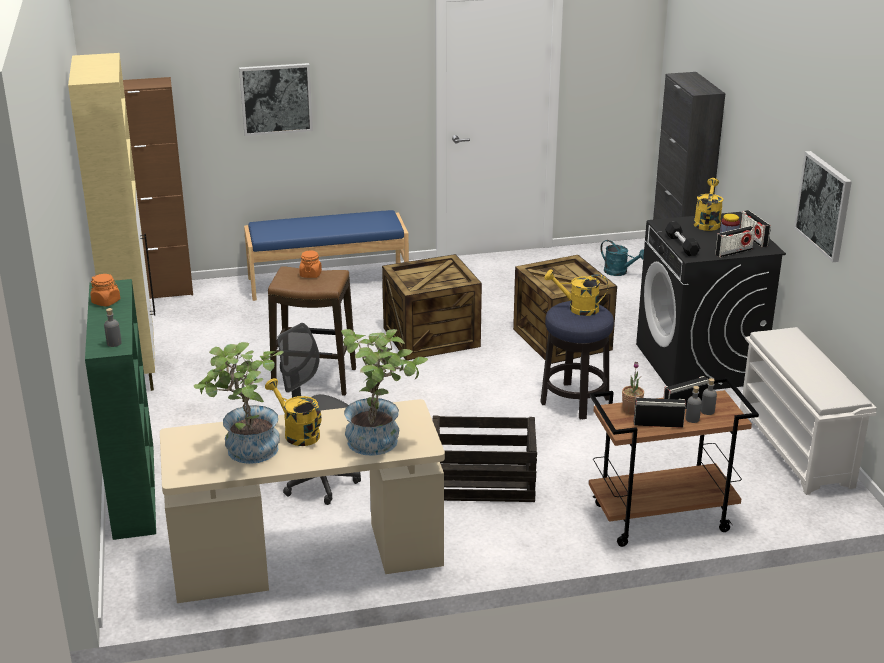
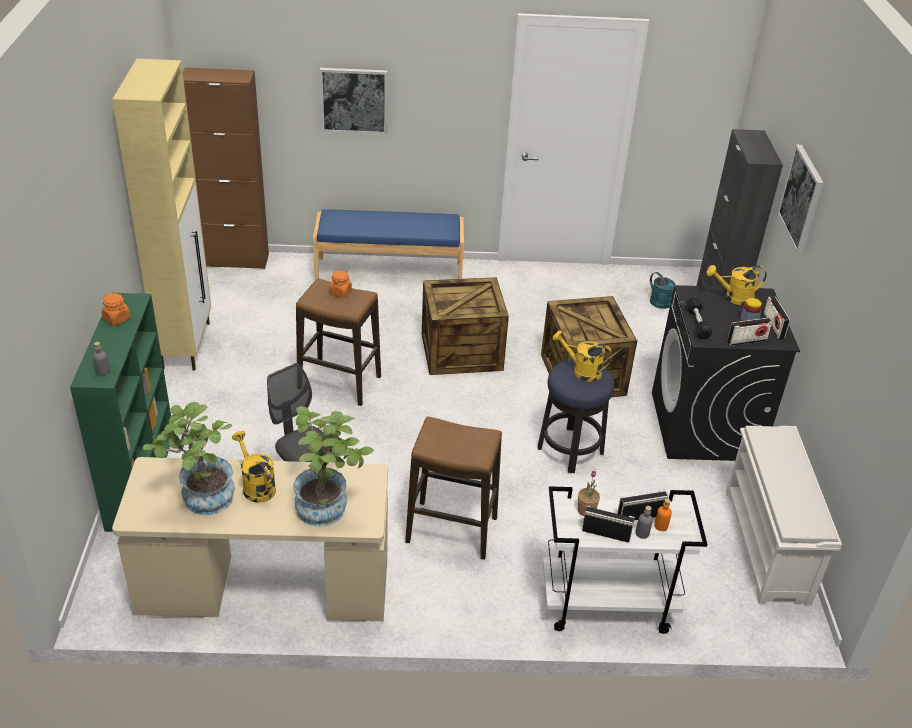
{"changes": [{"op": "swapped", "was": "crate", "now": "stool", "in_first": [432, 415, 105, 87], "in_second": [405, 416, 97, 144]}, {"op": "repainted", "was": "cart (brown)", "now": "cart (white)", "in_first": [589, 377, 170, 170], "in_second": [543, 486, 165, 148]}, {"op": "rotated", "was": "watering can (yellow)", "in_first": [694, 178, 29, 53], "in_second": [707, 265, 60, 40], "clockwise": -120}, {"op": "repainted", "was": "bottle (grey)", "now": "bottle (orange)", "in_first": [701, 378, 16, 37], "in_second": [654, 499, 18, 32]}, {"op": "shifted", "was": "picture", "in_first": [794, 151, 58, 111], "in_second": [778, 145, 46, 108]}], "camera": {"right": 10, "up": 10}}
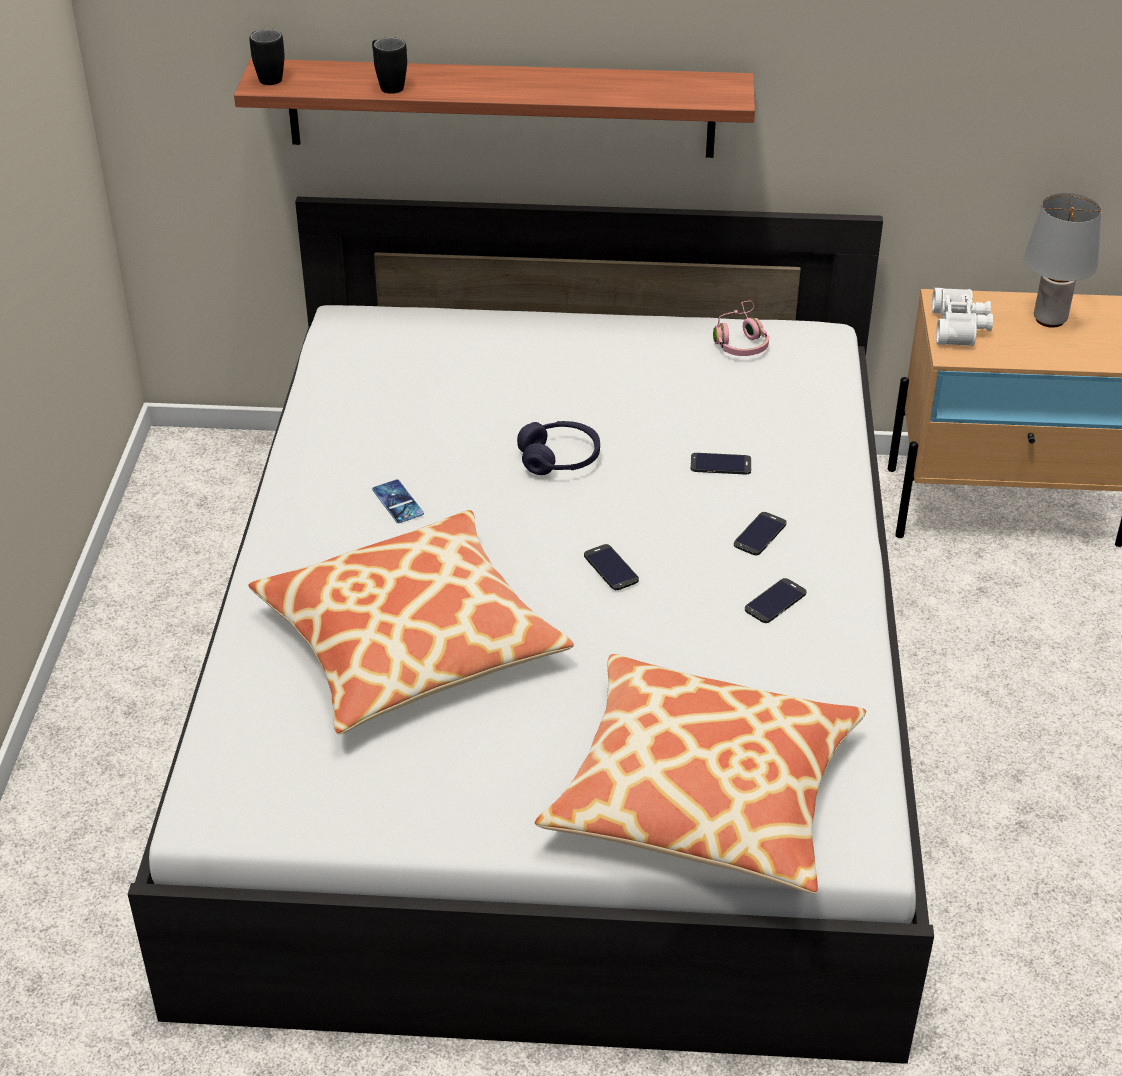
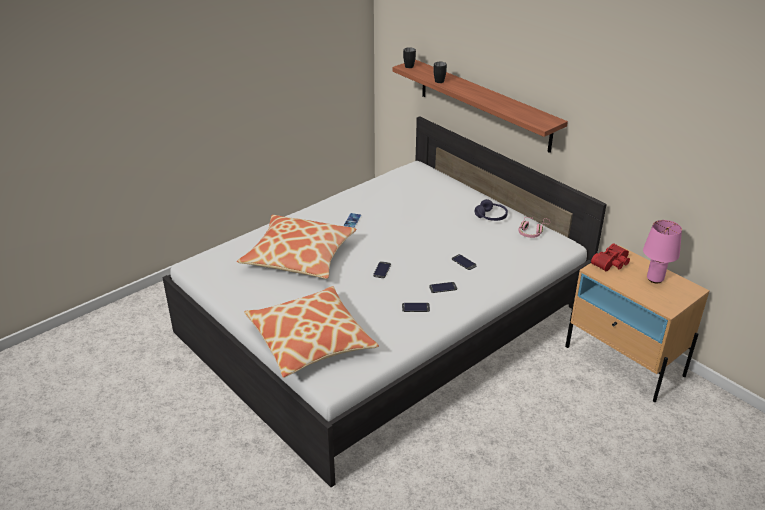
{"changes": [{"op": "shifted", "was": "headphones (purple)", "in_first": [517, 421, 83, 54], "in_second": [475, 199, 33, 22]}, {"op": "repainted", "was": "binoculars (white)", "now": "binoculars (red)", "in_first": [932, 288, 61, 58], "in_second": [591, 244, 39, 27]}, {"op": "repainted", "was": "table lamp (grey)", "now": "table lamp (pink)", "in_first": [1024, 193, 78, 135], "in_second": [643, 220, 39, 63]}], "camera": {"right": 45, "up": -5}}
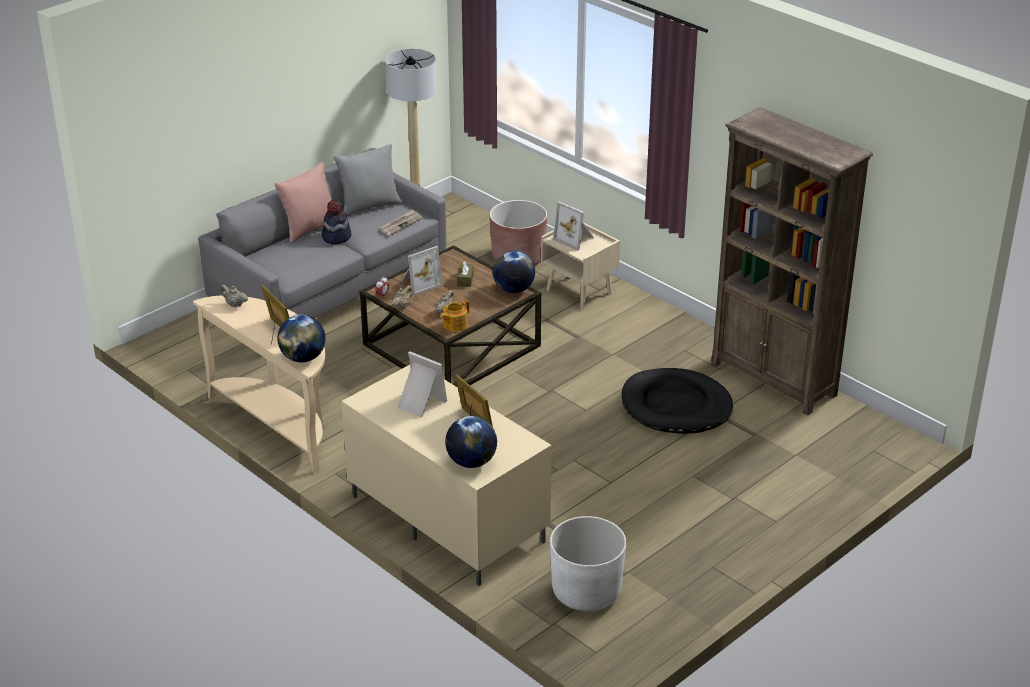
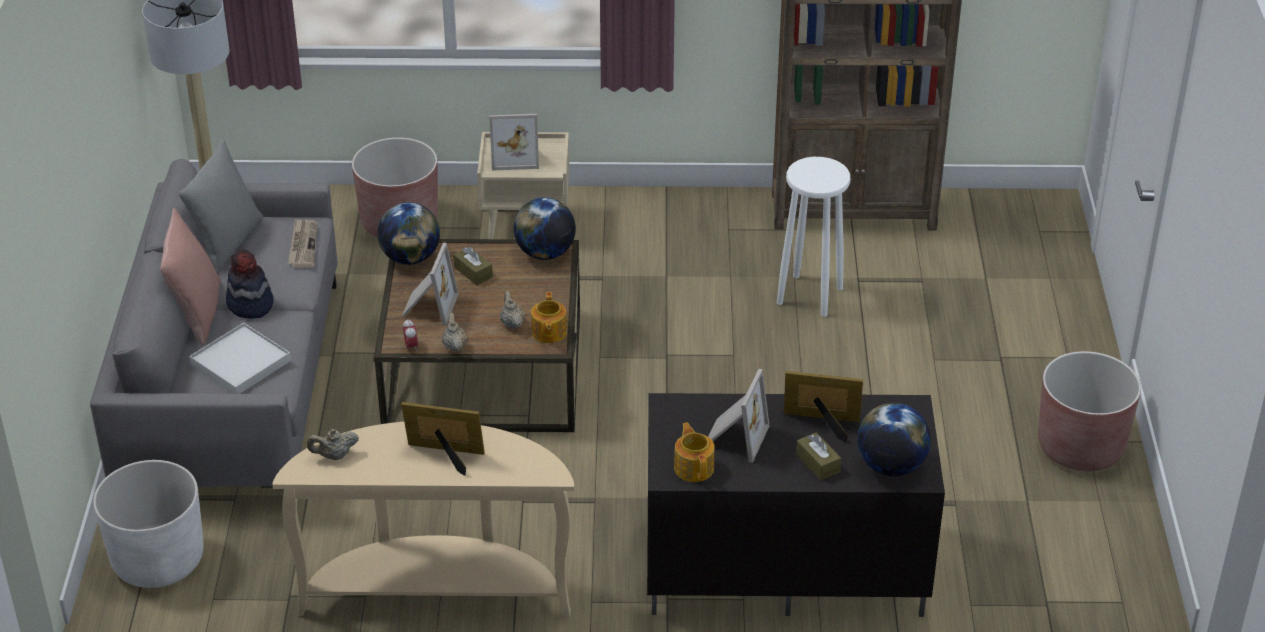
{"changes": [{"op": "shifted", "was": "globe", "in_first": [277, 314, 49, 48], "in_second": [377, 202, 63, 63]}, {"op": "repainted", "was": "tv stand (beige)", "now": "tv stand (black)", "in_first": [341, 365, 211, 221], "in_second": [647, 393, 298, 224]}, {"op": "rotated", "was": "picture frame", "in_first": [397, 351, 50, 66], "in_second": [708, 369, 62, 94], "clockwise": 120}, {"op": "shifted", "was": "planter (white)", "in_first": [550, 516, 76, 95], "in_second": [93, 460, 111, 128]}, {"op": "swapped", "was": "dog bed (black)", "now": "stool (white)", "in_first": [622, 368, 111, 66], "in_second": [777, 157, 73, 160]}, {"op": "new", "now": "tray (white)", "in_second": [189, 323, 102, 71]}, {"op": "new", "now": "teapot", "in_second": [674, 422, 41, 60]}, {"op": "new", "now": "tissue box (brown)", "in_second": [796, 432, 45, 48]}, {"op": "new", "now": "planter (brown)", "in_second": [1038, 351, 103, 120]}], "camera": {"right": -45, "up": 5}}
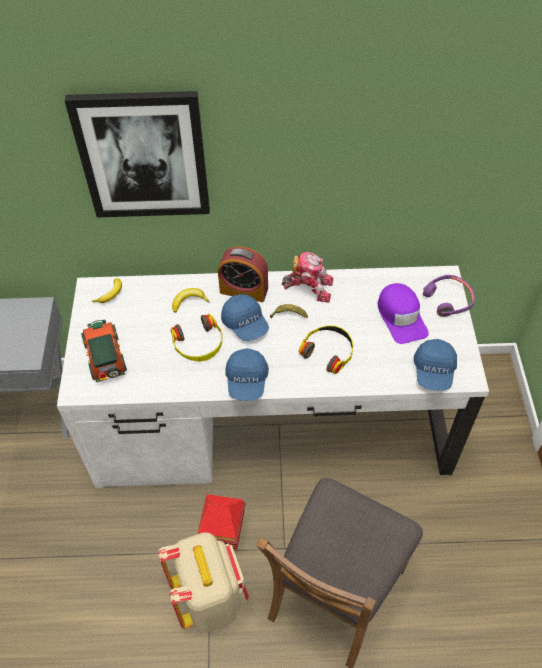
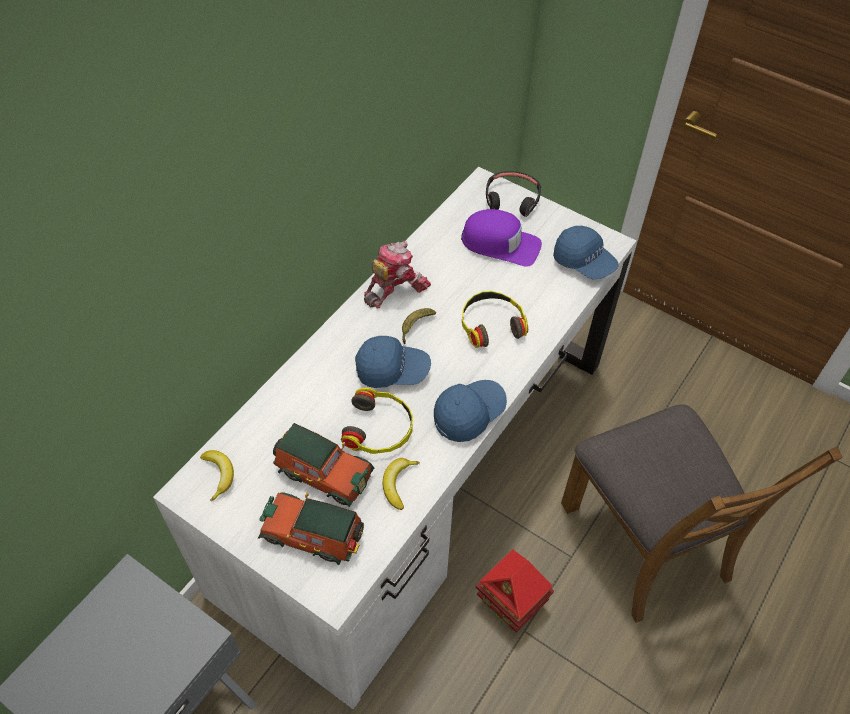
{"changes": [{"op": "gone", "was": "picture", "in_first": [65, 91, 145, 127]}, {"op": "gone", "was": "backpack (beige)", "in_first": [158, 532, 91, 101]}, {"op": "shifted", "was": "banana", "in_first": [172, 288, 38, 25], "in_second": [383, 458, 37, 52]}, {"op": "gone", "was": "alarm clock", "in_first": [218, 246, 50, 56]}, {"op": "rotated", "was": "cap (blue)", "in_first": [225, 348, 44, 53], "in_second": [434, 380, 73, 62], "clockwise": -75}, {"op": "repainted", "was": "headphones (purple)", "now": "headphones (black)", "in_first": [423, 275, 52, 42], "in_second": [486, 171, 55, 46]}, {"op": "new", "now": "toy car", "in_second": [273, 423, 101, 84]}], "camera": {"right": -55, "up": 0}}
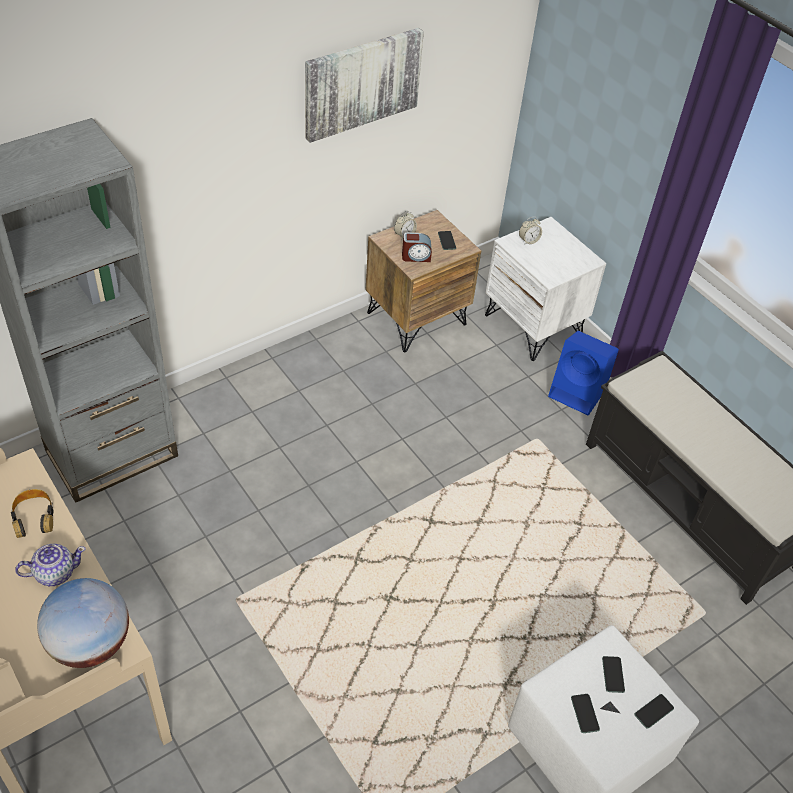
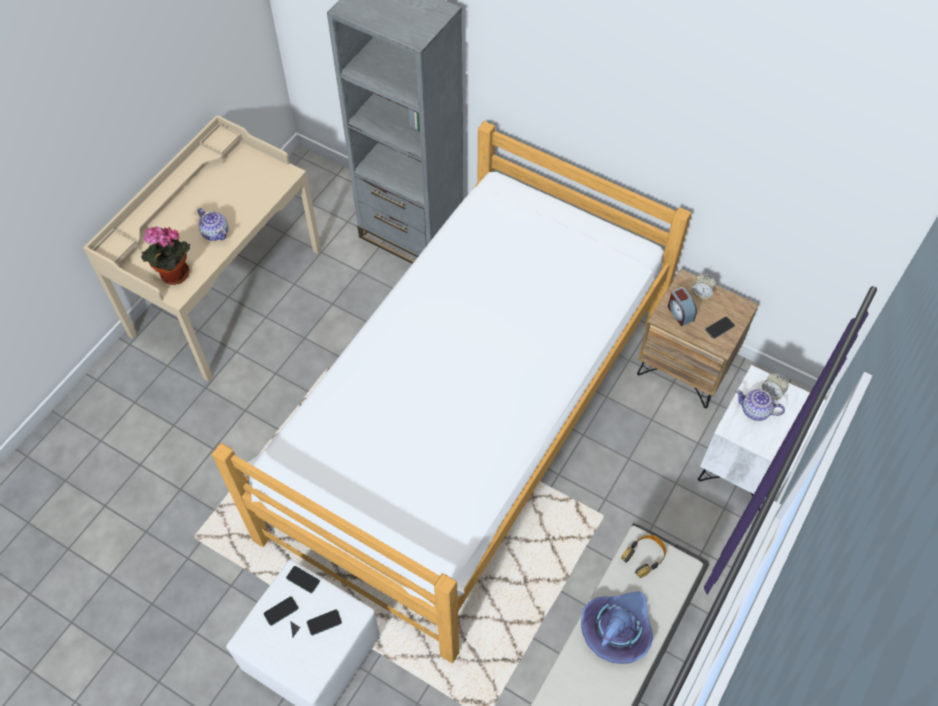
{"changes": [{"op": "shifted", "was": "headphones", "in_first": [11, 489, 43, 49], "in_second": [621, 535, 45, 43]}, {"op": "swapped", "was": "globe", "now": "potted plant", "in_first": [37, 578, 92, 90], "in_second": [141, 226, 49, 59]}, {"op": "gone", "was": "picture", "in_first": [305, 28, 119, 115]}, {"op": "gone", "was": "speaker (blue)", "in_first": [548, 331, 71, 85]}, {"op": "shifted", "was": "phone", "in_first": [635, 694, 39, 35], "in_second": [286, 566, 34, 27]}, {"op": "new", "now": "bed", "in_second": [212, 121, 480, 542]}, {"op": "new", "now": "hat (purple)", "in_second": [581, 591, 72, 73]}, {"op": "new", "now": "teapot", "in_second": [735, 389, 50, 32]}], "camera": {"right": 70, "up": 10}}
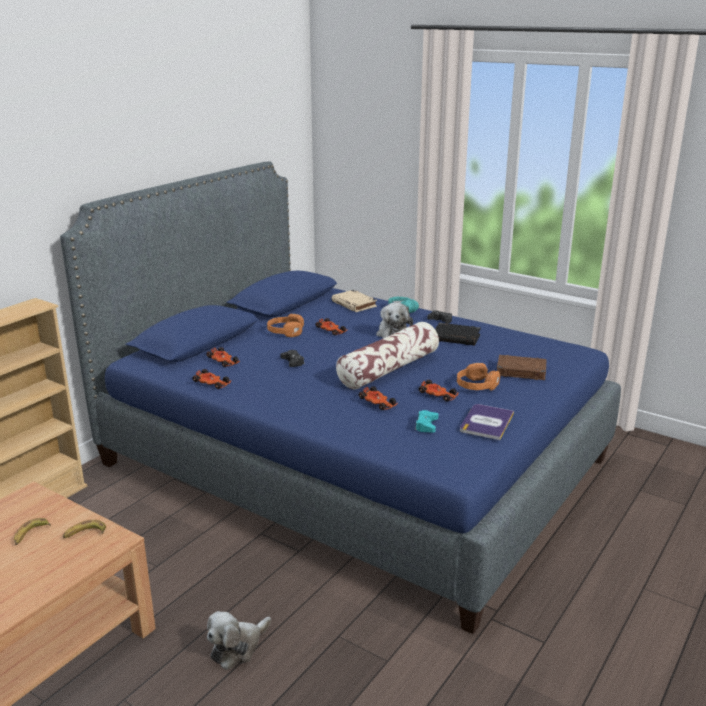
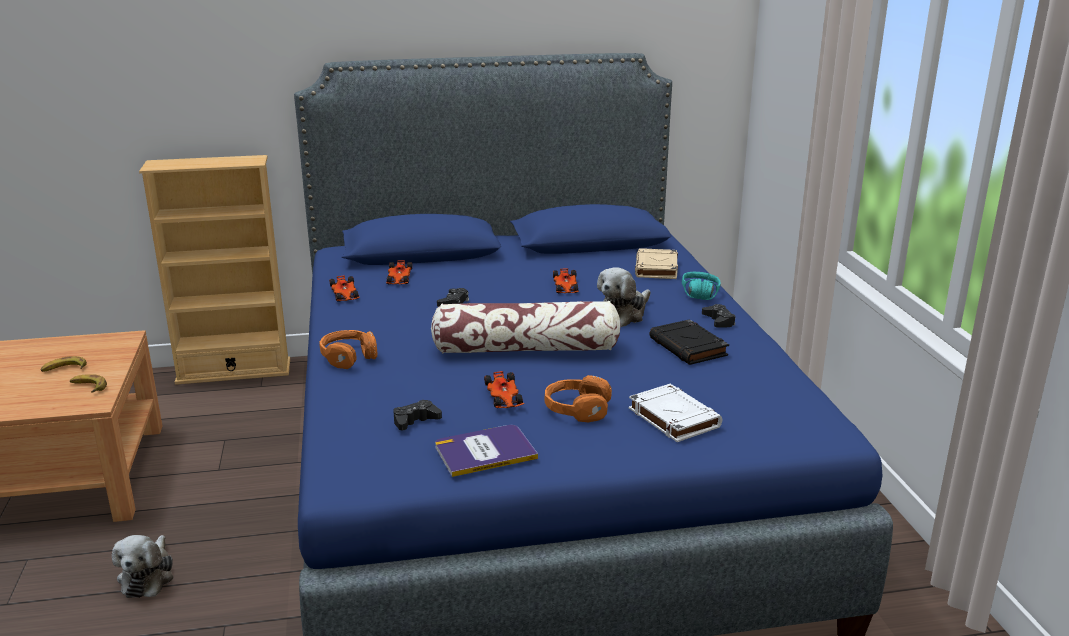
{"changes": [{"op": "rotated", "was": "plush toy", "in_first": [207, 611, 64, 59], "in_second": [112, 535, 62, 63], "clockwise": -90}, {"op": "shifted", "was": "headphones (orange)", "in_first": [267, 314, 37, 23], "in_second": [320, 330, 58, 39]}, {"op": "gone", "was": "toy car", "in_first": [359, 386, 39, 24]}, {"op": "repainted", "was": "game controller (turquoise)", "now": "game controller (black)", "in_first": [415, 410, 23, 22], "in_second": [394, 400, 48, 30]}, {"op": "repainted", "was": "book (brown)", "now": "book (white)", "in_first": [497, 355, 49, 25], "in_second": [629, 384, 93, 58]}], "camera": {"right": 45, "up": 0}}
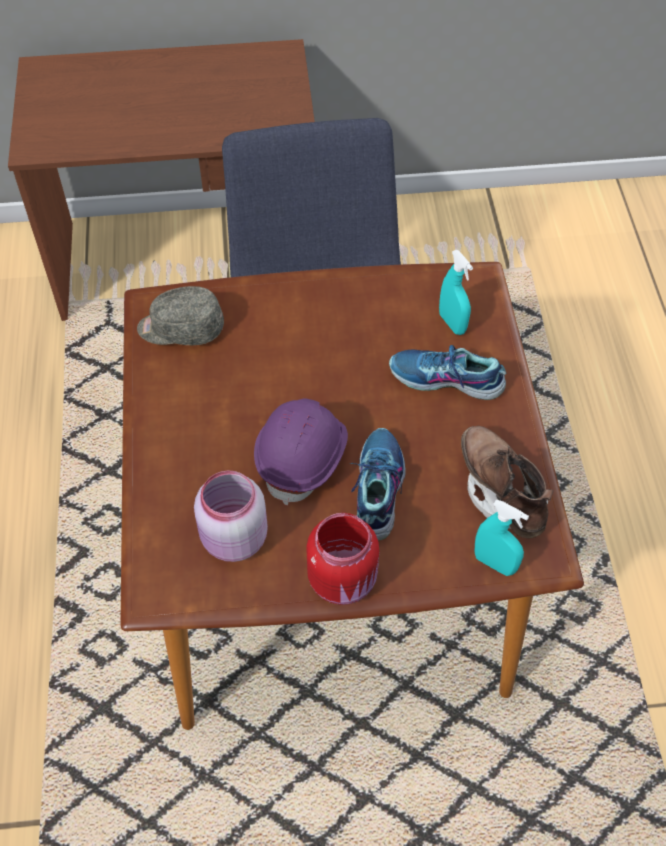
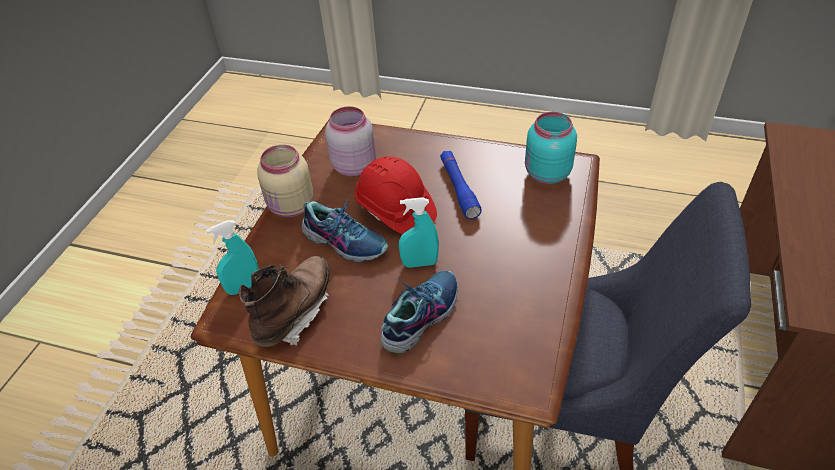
{"changes": [{"op": "swapped", "was": "cap (grey)", "now": "jar (turquoise)", "in_first": [137, 286, 87, 59], "in_second": [525, 112, 52, 72]}, {"op": "repainted", "was": "hard hat (purple)", "now": "hard hat (red)", "in_first": [254, 398, 94, 107], "in_second": [355, 156, 82, 79]}, {"op": "repainted", "was": "jar (red)", "now": "jar (beige)", "in_first": [306, 513, 73, 92], "in_second": [257, 145, 57, 73]}, {"op": "shifted", "was": "spray bottle (turquoise)", "in_first": [439, 250, 34, 85], "in_second": [399, 197, 40, 71]}, {"op": "rotated", "was": "boot (brown)", "in_first": [461, 426, 93, 113], "in_second": [239, 256, 90, 91], "clockwise": -60}, {"op": "new", "now": "flashlight (blue)", "in_second": [440, 150, 42, 69]}], "camera": {"right": 115, "up": -10}}
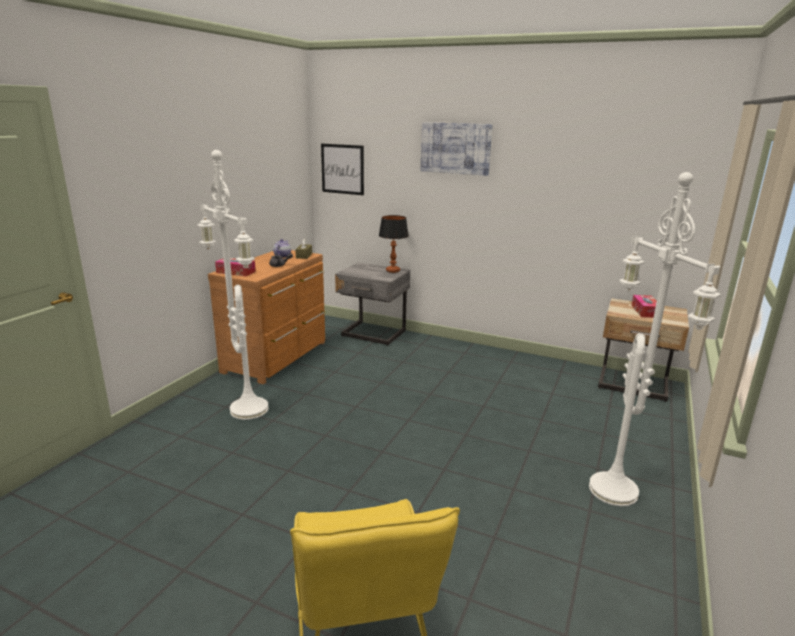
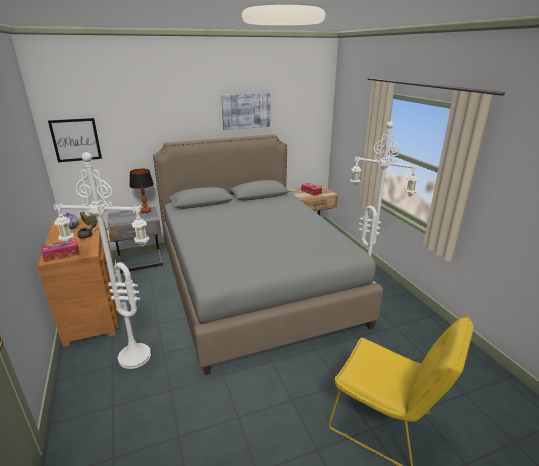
{"changes": [{"op": "shifted", "was": "picture", "in_first": [421, 122, 72, 54], "in_second": [221, 93, 49, 37]}, {"op": "new", "now": "bed (grey)", "in_second": [153, 134, 230, 241]}], "camera": {"right": -45, "up": 5}}
